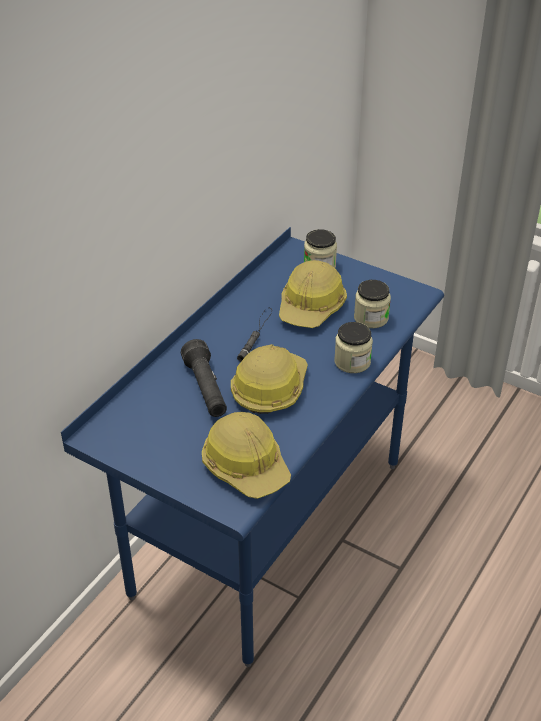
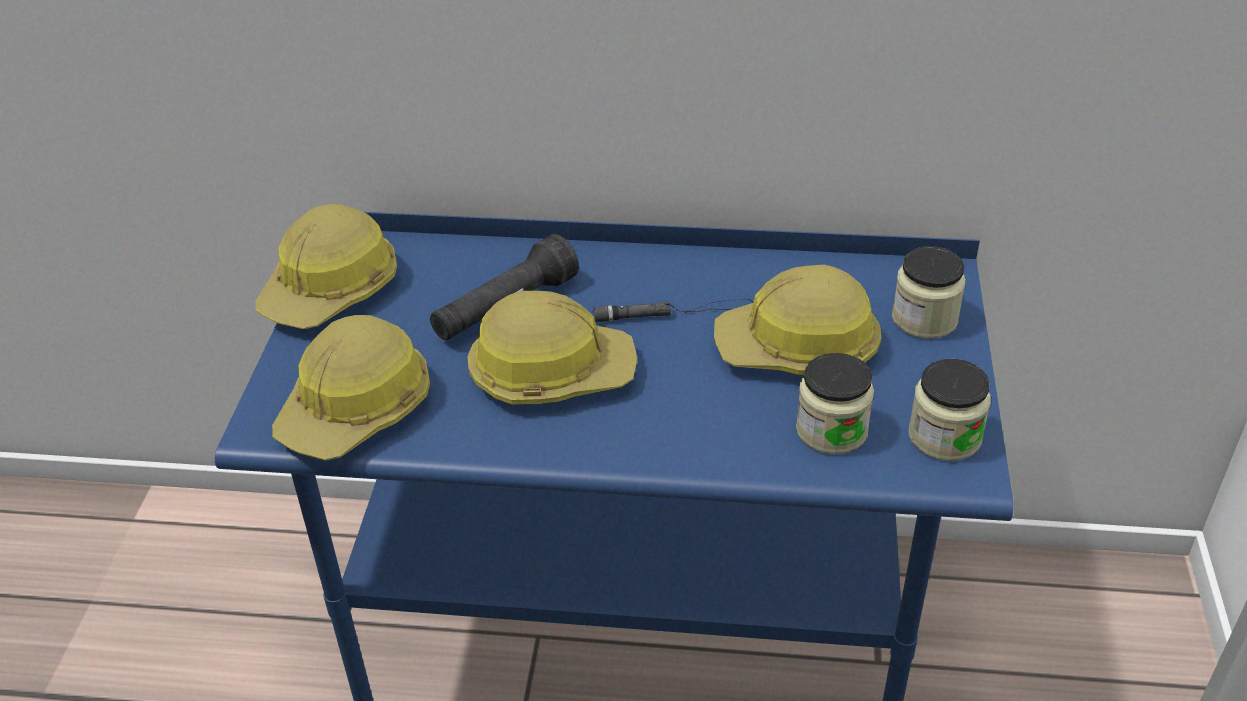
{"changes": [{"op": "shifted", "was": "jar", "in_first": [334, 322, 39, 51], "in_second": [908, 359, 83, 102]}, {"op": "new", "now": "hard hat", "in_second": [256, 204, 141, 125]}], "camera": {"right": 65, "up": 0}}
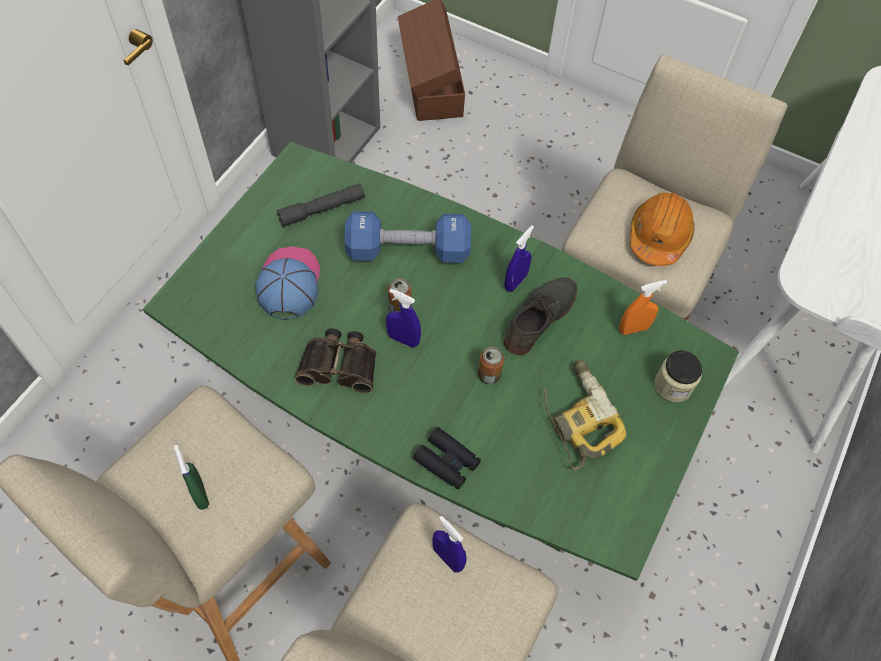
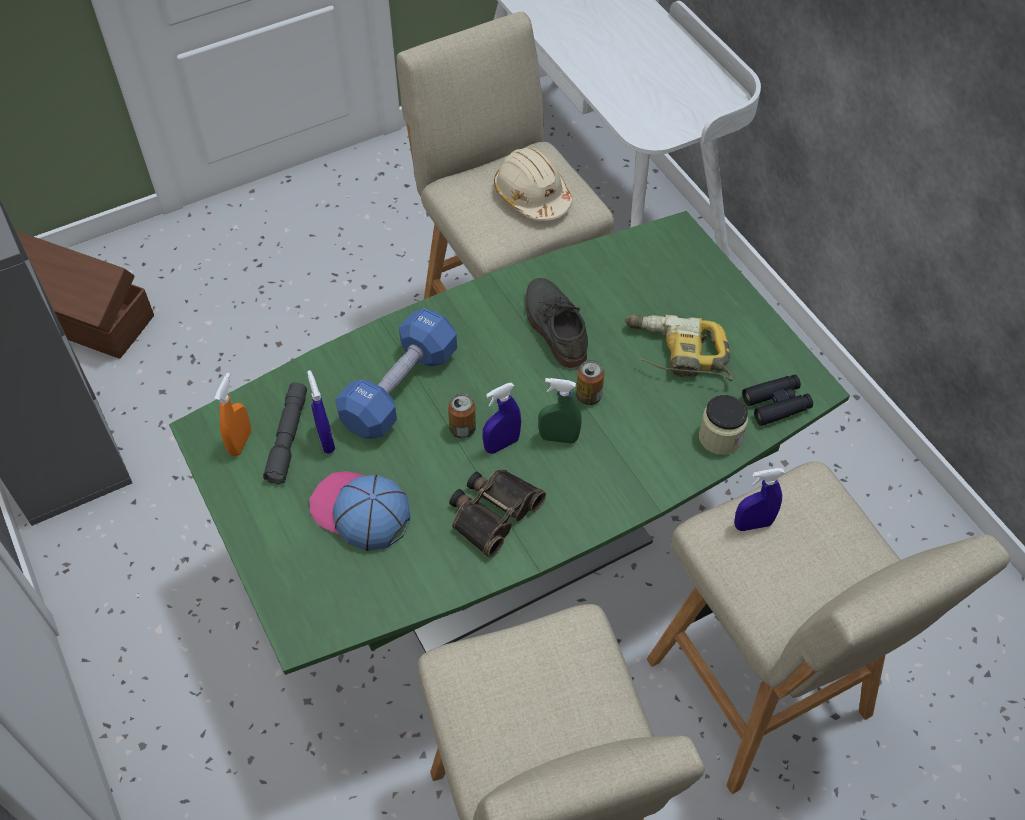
{"changes": [{"op": "shifted", "was": "spray bottle (green)", "in_first": [174, 445, 35, 65], "in_second": [538, 378, 43, 66]}, {"op": "shifted", "was": "binoculars (black)", "in_first": [413, 427, 68, 63], "in_second": [742, 374, 71, 52]}, {"op": "shifted", "was": "spray bottle (blue)", "in_first": [504, 225, 30, 67], "in_second": [307, 370, 28, 83]}, {"op": "shifted", "was": "spray bottle (orange)", "in_first": [619, 280, 48, 55], "in_second": [214, 373, 37, 83]}, {"op": "repainted", "was": "hard hat (orange)", "now": "hard hat (beige)", "in_first": [630, 192, 65, 74], "in_second": [494, 147, 78, 74]}, {"op": "shifted", "was": "jar", "in_first": [654, 350, 48, 52], "in_second": [699, 395, 49, 60]}], "camera": {"right": -55, "up": -5}}
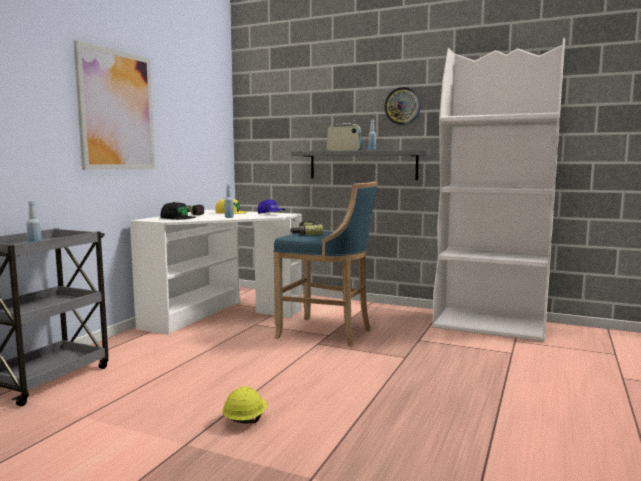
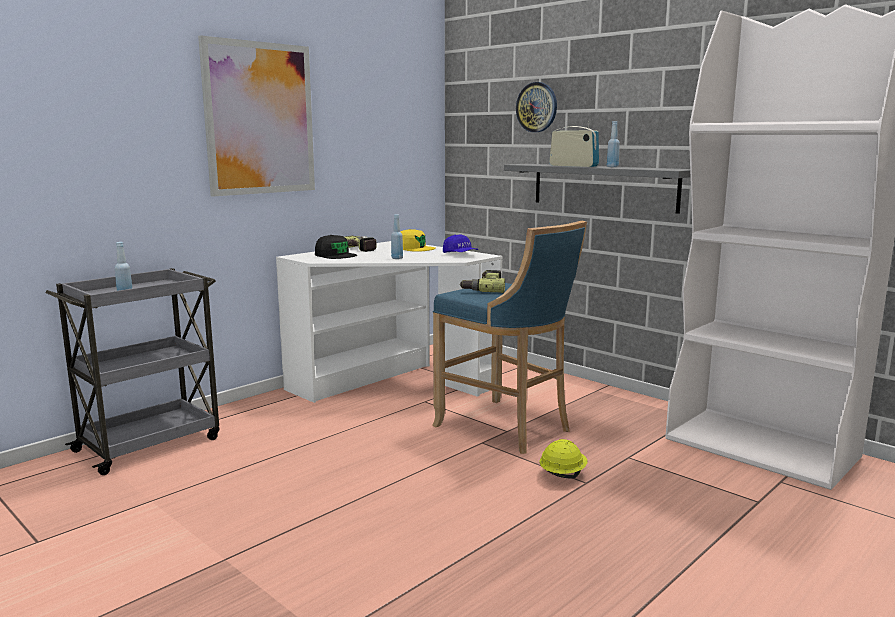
{"changes": [{"op": "shifted", "was": "hard hat (yellow)", "in_first": [222, 387, 45, 36], "in_second": [539, 439, 48, 40]}, {"op": "shifted", "was": "wall clock", "in_first": [384, 87, 37, 38], "in_second": [516, 82, 41, 50]}], "camera": {"right": 20, "up": 5}}
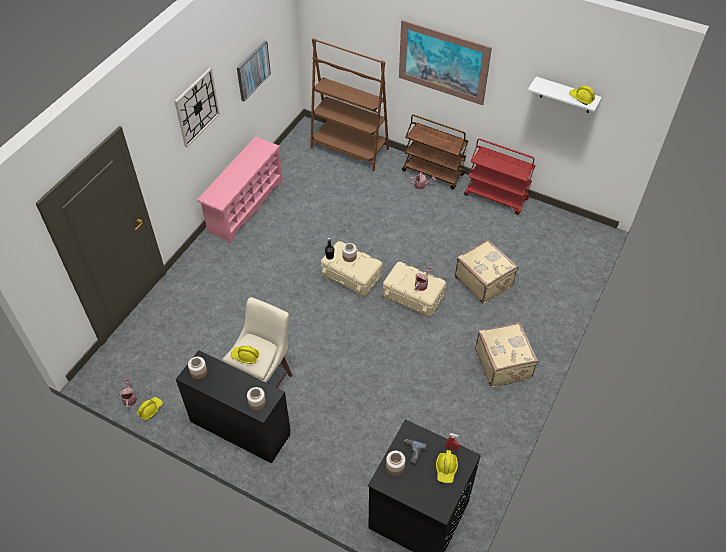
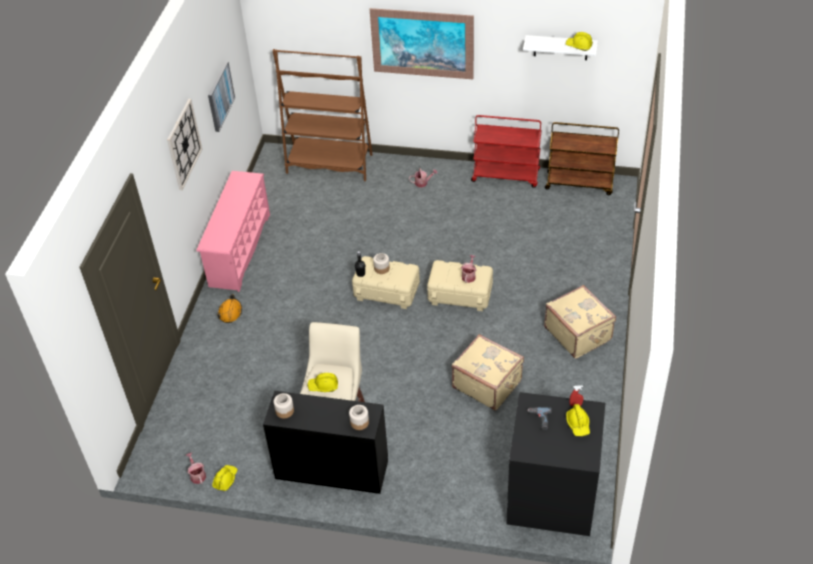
{"changes": [{"op": "gone", "was": "jar", "in_first": [386, 451, 19, 25]}, {"op": "shifted", "was": "cart (brown)", "in_first": [402, 114, 66, 75], "in_second": [545, 122, 74, 73]}, {"op": "shifted", "was": "suitcase (beige)", "in_first": [455, 239, 63, 65], "in_second": [452, 334, 72, 77]}, {"op": "new", "now": "hard hat (orange)", "in_second": [217, 294, 25, 29]}], "camera": {"right": -15, "up": -5}}
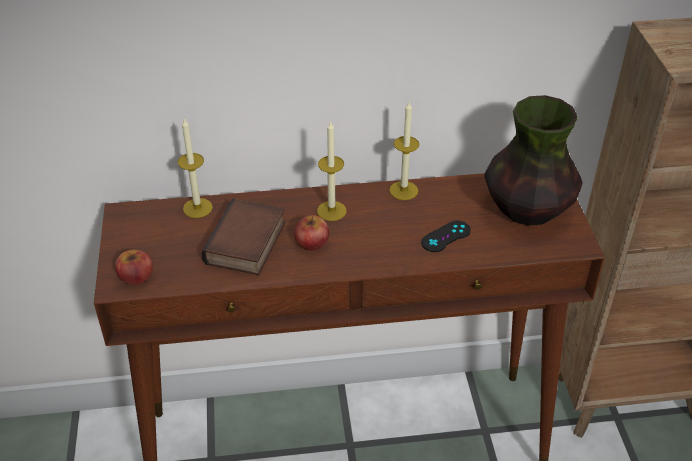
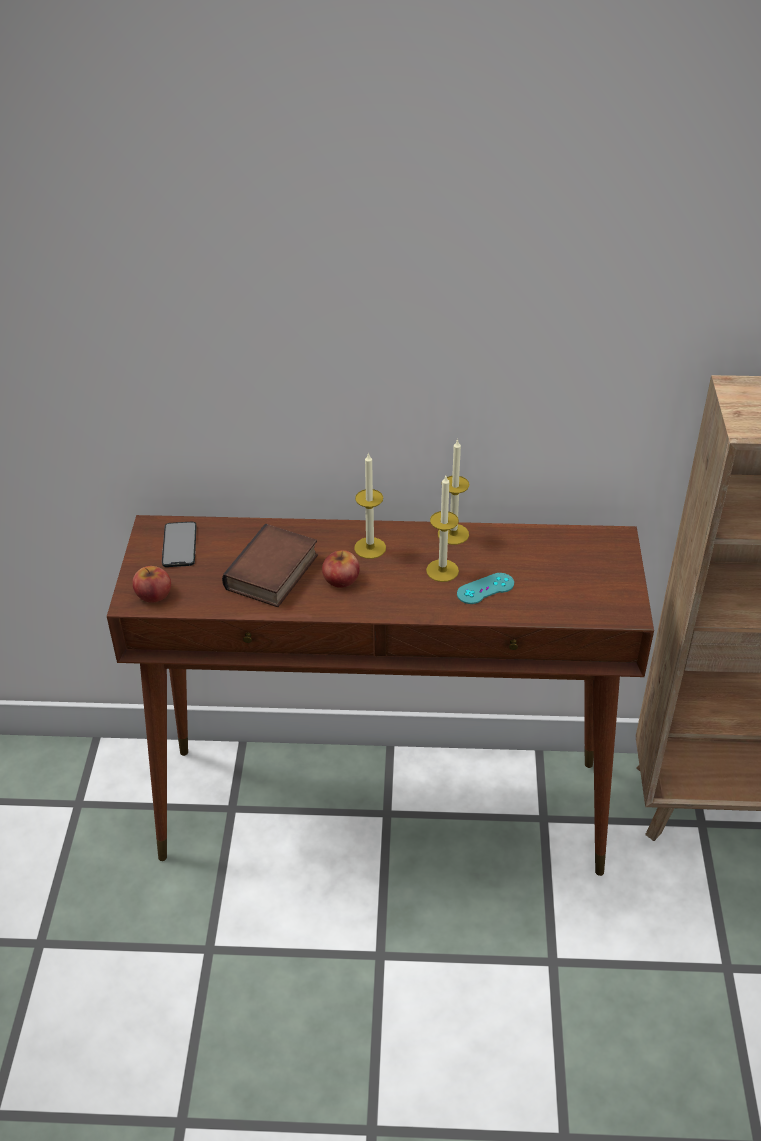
{"changes": [{"op": "shifted", "was": "candle", "in_first": [178, 118, 35, 100], "in_second": [426, 476, 33, 106]}, {"op": "repainted", "was": "game controller (black)", "now": "game controller (turquoise)", "in_first": [421, 221, 50, 31], "in_second": [457, 573, 57, 31]}, {"op": "gone", "was": "vase", "in_first": [484, 95, 99, 131]}, {"op": "new", "now": "phone", "in_second": [162, 522, 35, 45]}], "camera": {"right": 10, "up": 0}}
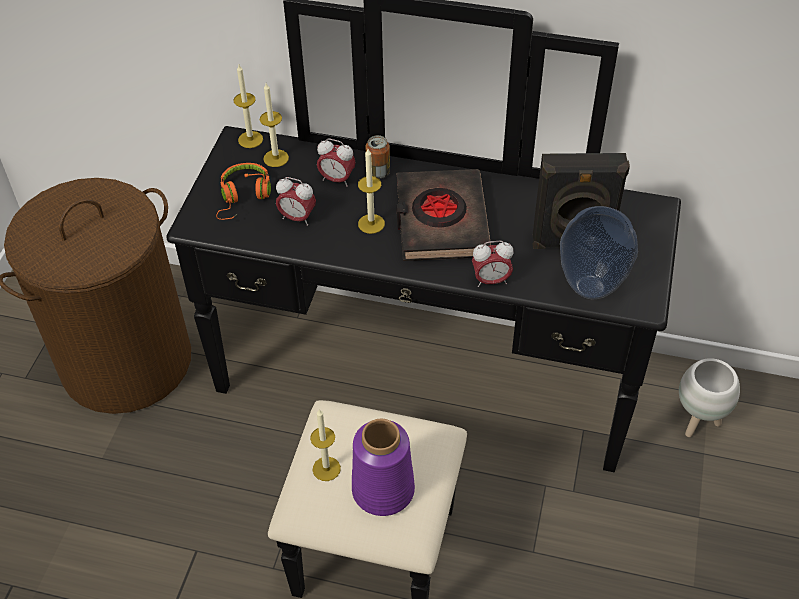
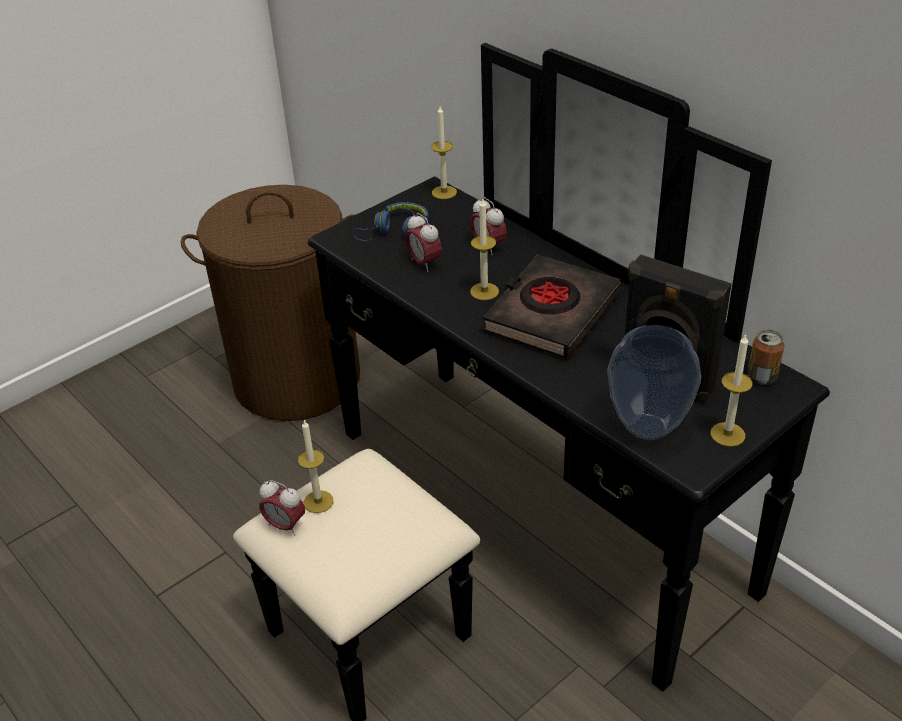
{"changes": [{"op": "repainted", "was": "headphones (orange)", "now": "headphones (blue)", "in_first": [216, 163, 55, 57], "in_second": [353, 202, 76, 40]}, {"op": "shifted", "was": "candle", "in_first": [260, 83, 29, 84], "in_second": [711, 334, 42, 113]}, {"op": "gone", "was": "vase (purple)", "in_first": [352, 419, 63, 97]}, {"op": "shifted", "was": "can", "in_first": [366, 135, 24, 44], "in_second": [747, 330, 38, 55]}, {"op": "shifted", "was": "alarm clock", "in_first": [472, 241, 42, 46], "in_second": [260, 480, 45, 56]}, {"op": "gone", "was": "planter (white)", "in_first": [679, 358, 61, 79]}], "camera": {"right": 35, "up": -10}}
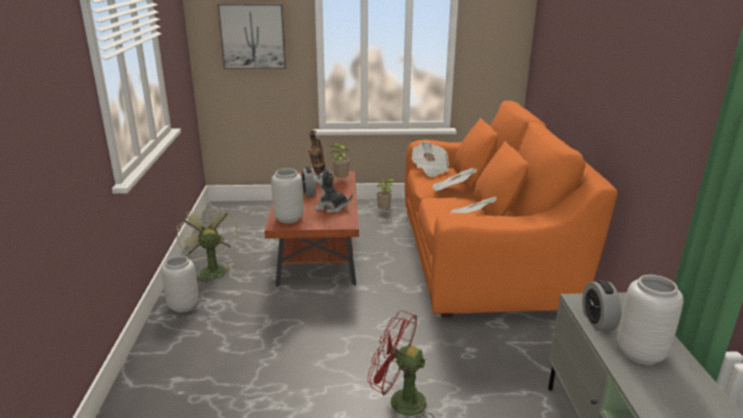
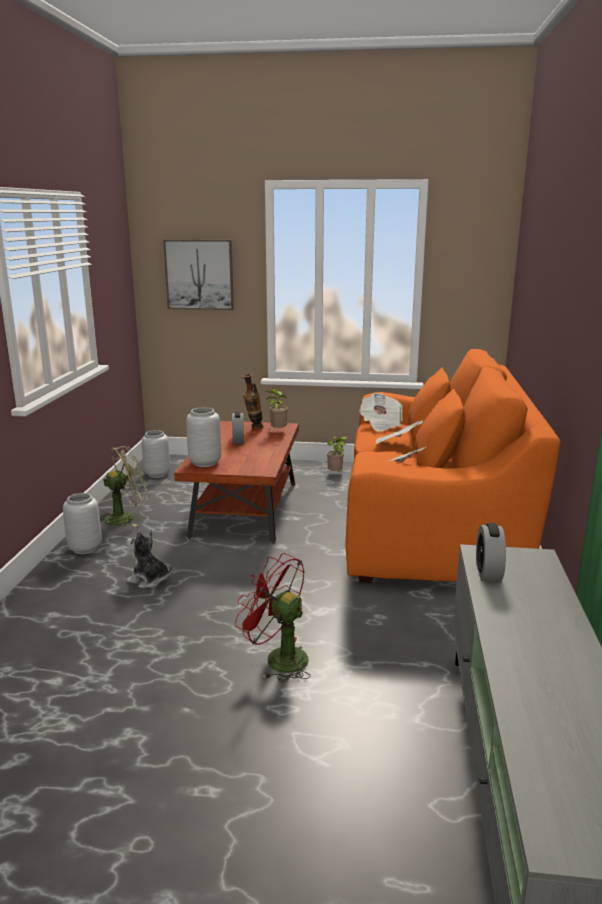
{"changes": [{"op": "rotated", "was": "fan (green)", "in_first": [177, 205, 60, 79], "in_second": [100, 445, 47, 82], "clockwise": 75}, {"op": "shifted", "was": "plush toy", "in_first": [313, 168, 40, 45], "in_second": [126, 529, 47, 59]}, {"op": "shifted", "was": "vase (grey)", "in_first": [617, 275, 66, 90], "in_second": [142, 430, 28, 48]}], "camera": {"right": 10, "up": -5}}
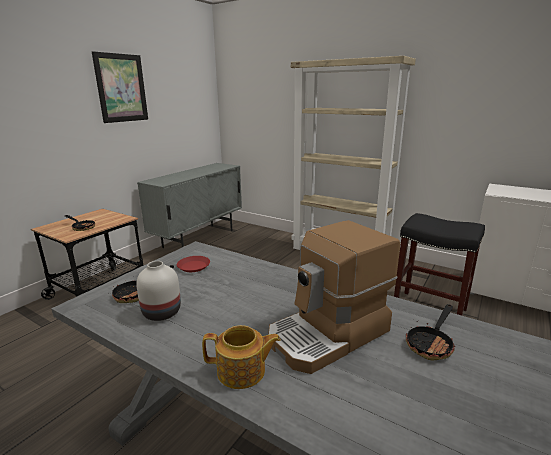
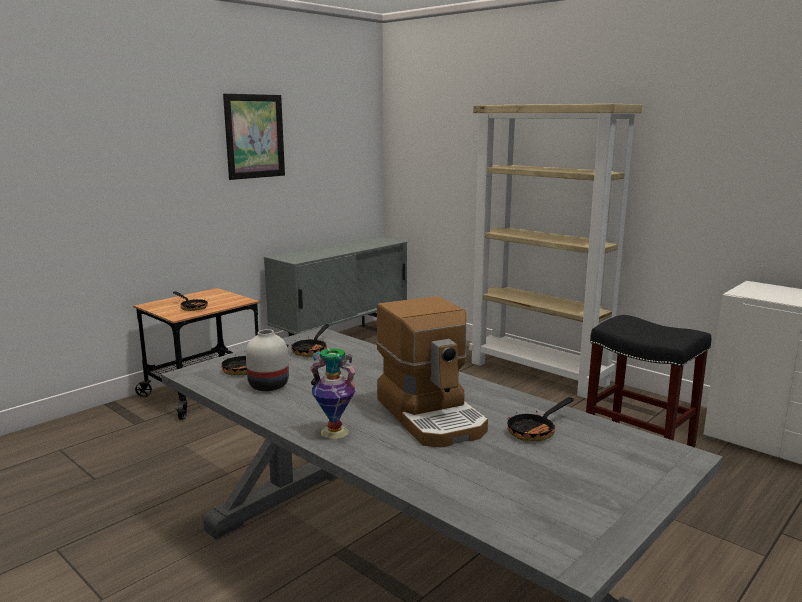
{"changes": [{"op": "swapped", "was": "plate (red)", "now": "frying pan", "in_first": [177, 256, 33, 16], "in_second": [291, 324, 38, 33]}, {"op": "swapped", "was": "teapot", "now": "vase", "in_first": [202, 325, 79, 64], "in_second": [310, 348, 46, 91]}, {"op": "rotated", "was": "coffee machine", "in_first": [268, 220, 132, 154], "in_second": [376, 296, 112, 152], "clockwise": -90}], "camera": {"right": 10, "up": -5}}
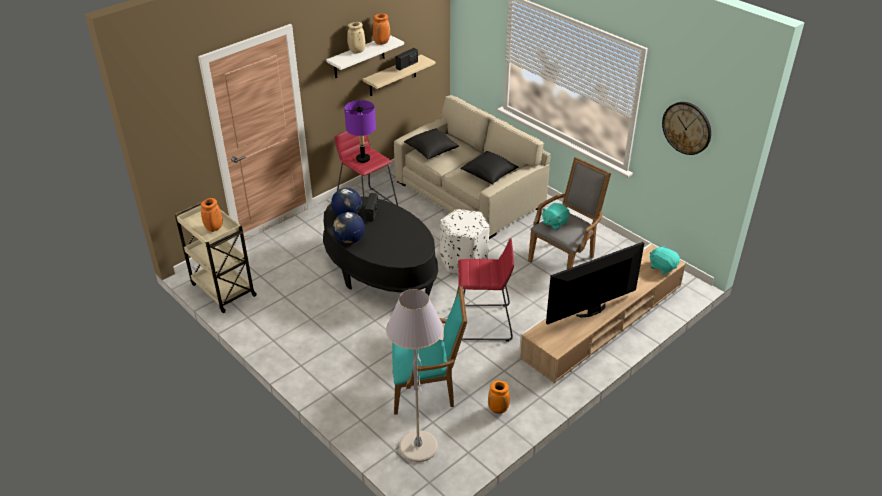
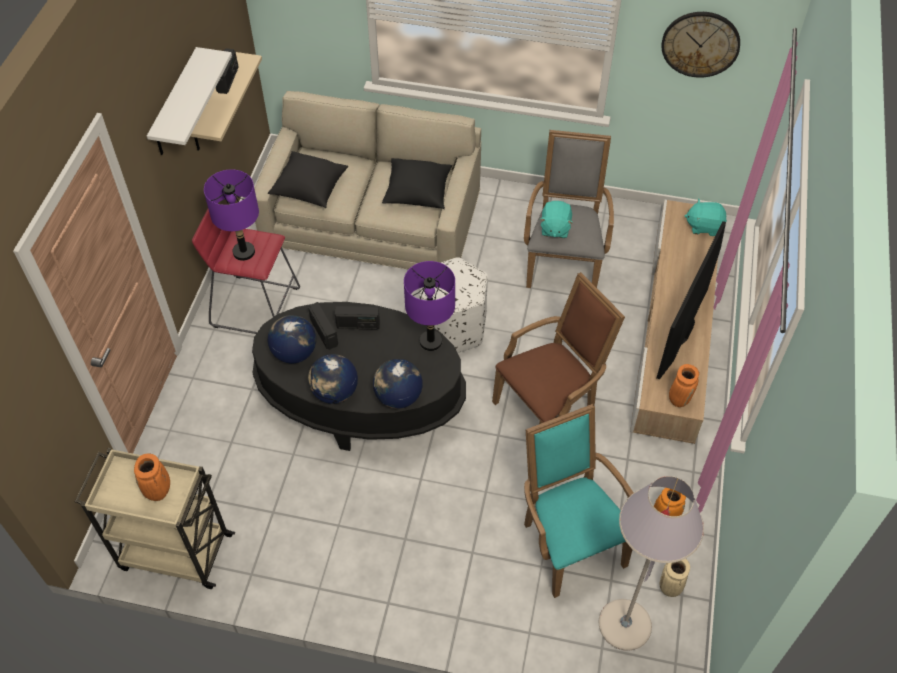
{"changes": [{"op": "shifted", "was": "vase (beige)", "in_first": [347, 22, 19, 32], "in_second": [659, 559, 31, 38]}, {"op": "shifted", "was": "vase (orange)", "in_first": [373, 14, 17, 31], "in_second": [669, 364, 30, 43]}, {"op": "rotated", "was": "armchair (turquoise)", "in_first": [392, 286, 75, 129], "in_second": [524, 404, 109, 194], "clockwise": -75}, {"op": "swapped", "was": "stool (red)", "now": "armchair (brown)", "in_first": [456, 238, 58, 103], "in_second": [492, 272, 133, 152]}, {"op": "new", "now": "radio", "in_second": [335, 306, 45, 23]}, {"op": "new", "now": "globe", "in_second": [373, 359, 50, 50]}, {"op": "new", "now": "table lamp (purple)", "in_second": [404, 261, 51, 90]}], "camera": {"right": -35, "up": 15}}
